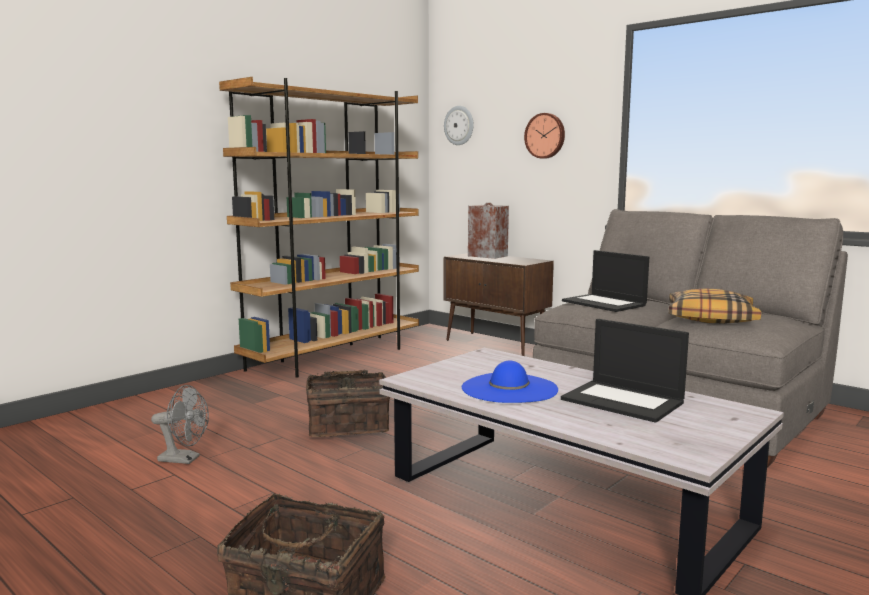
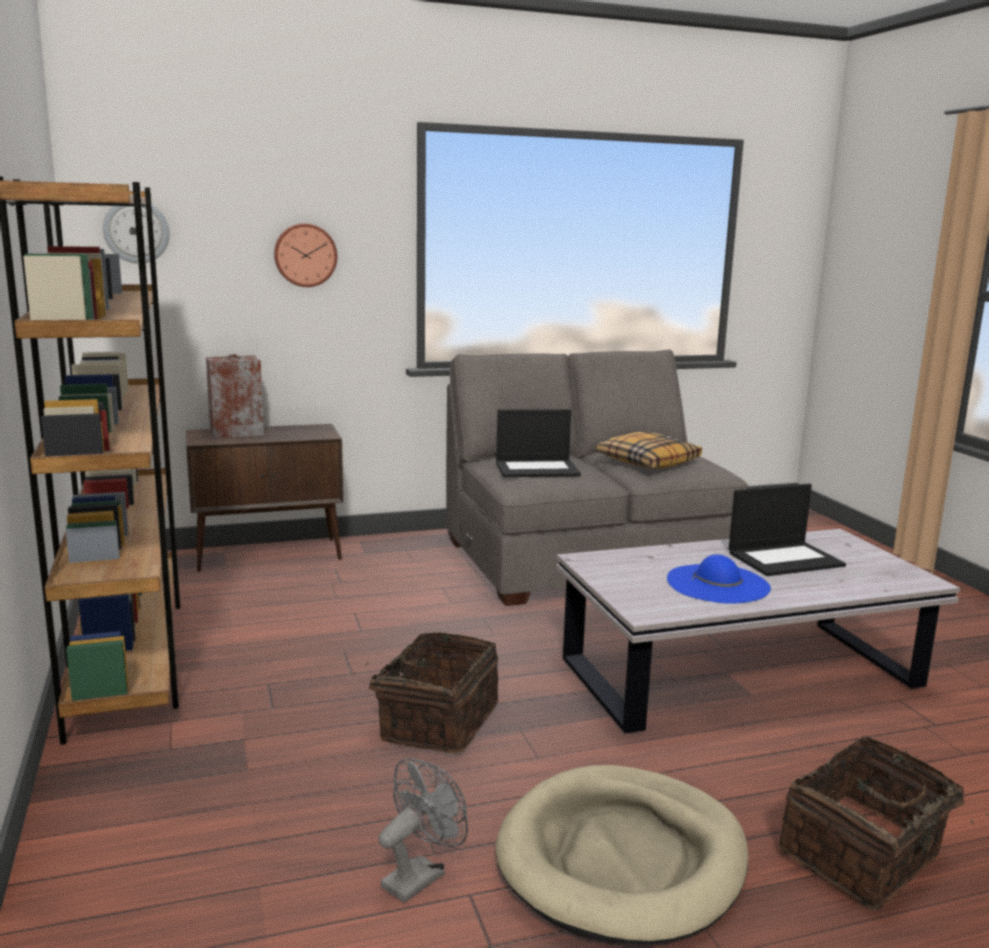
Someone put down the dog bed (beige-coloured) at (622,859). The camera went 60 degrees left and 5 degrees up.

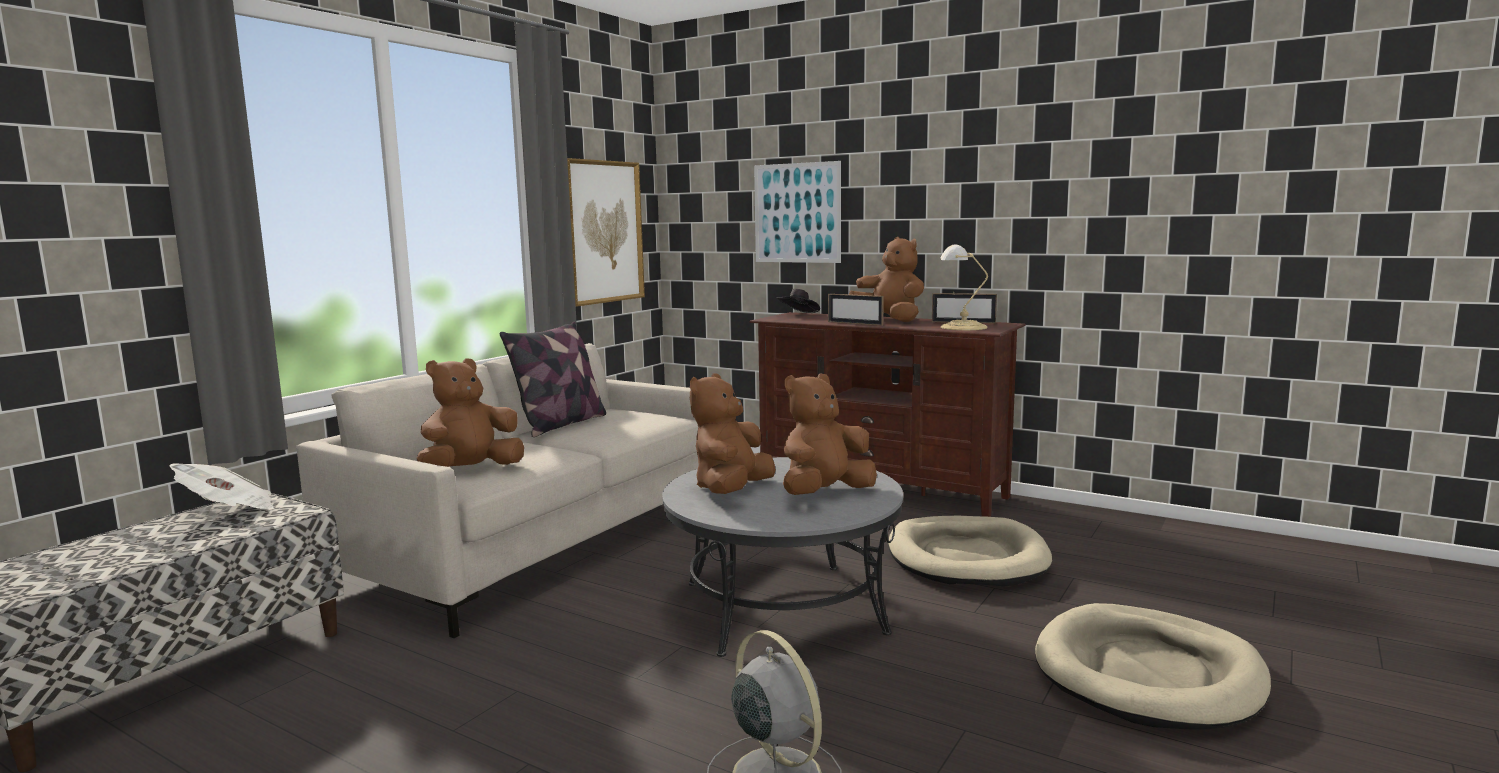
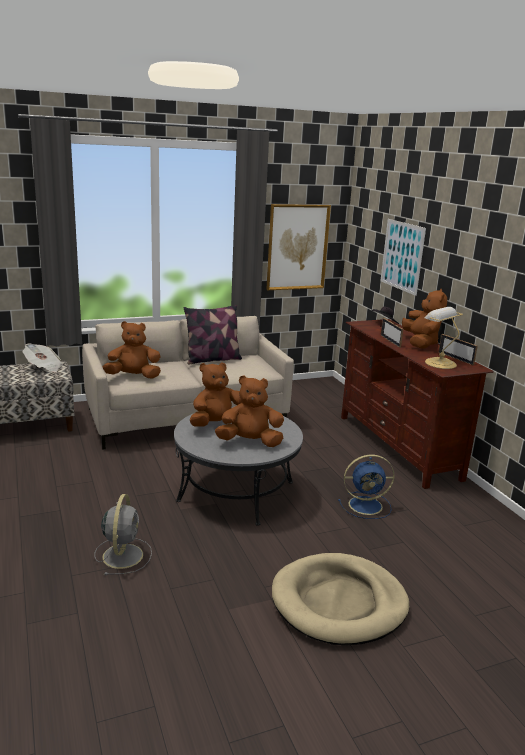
Someone swapped the dog bed (beige-coloured) at (966,557) for the cooling fan (blue-coloured) at (367,505). The camera went 35 degrees right and 10 degrees up.

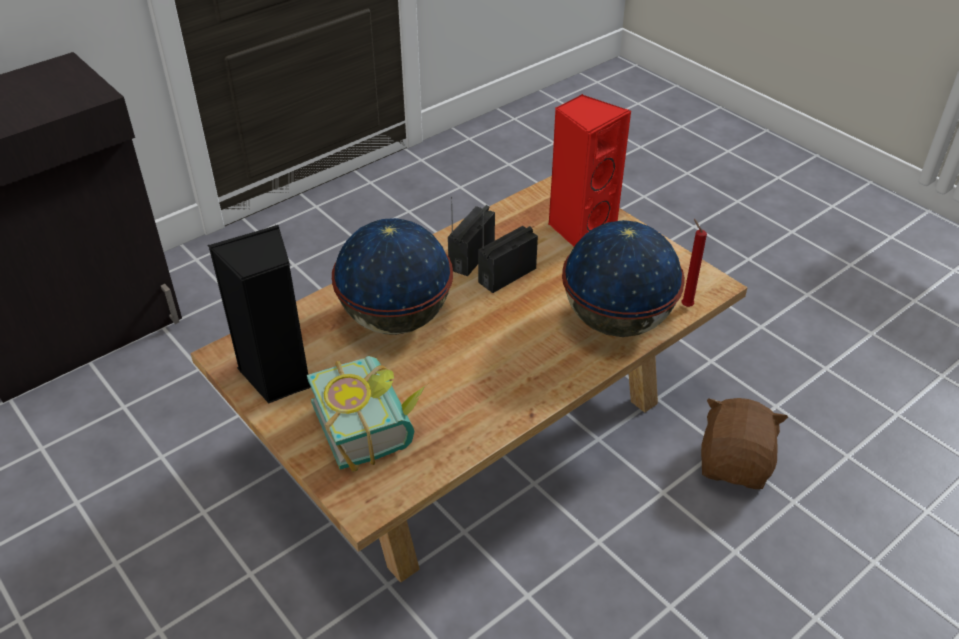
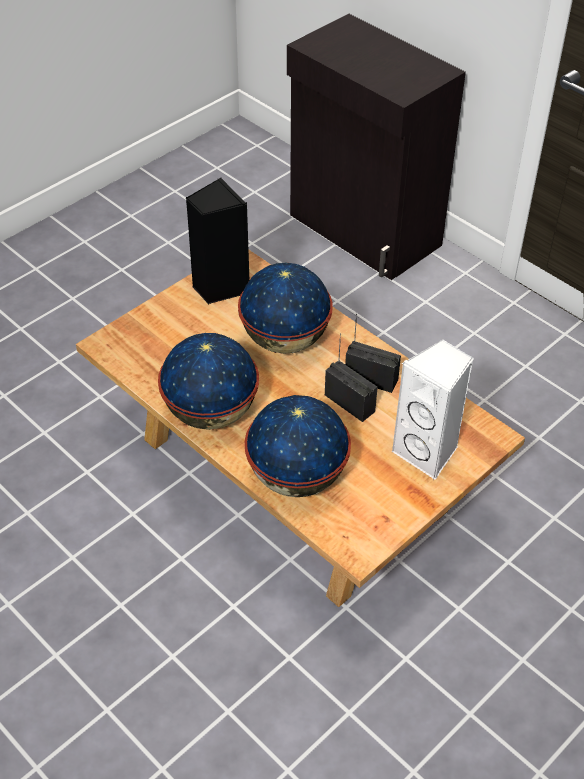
Someone repainted the audio speaker (red-coloured) at (580,228), which became the audio speaker (white-coloured) at (428,452). Someone took away the wax light (red-coloured) at (685,305). Someone took away the volume at (373,425). Someone took away the soft toy (brown) at (735,464). Someone put down the globe at (211,413). The camera went 85 degrees right and 5 degrees up.

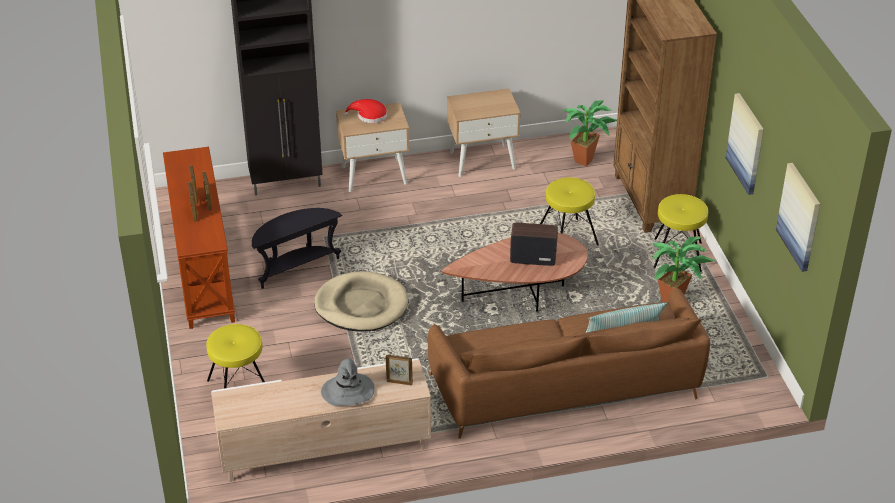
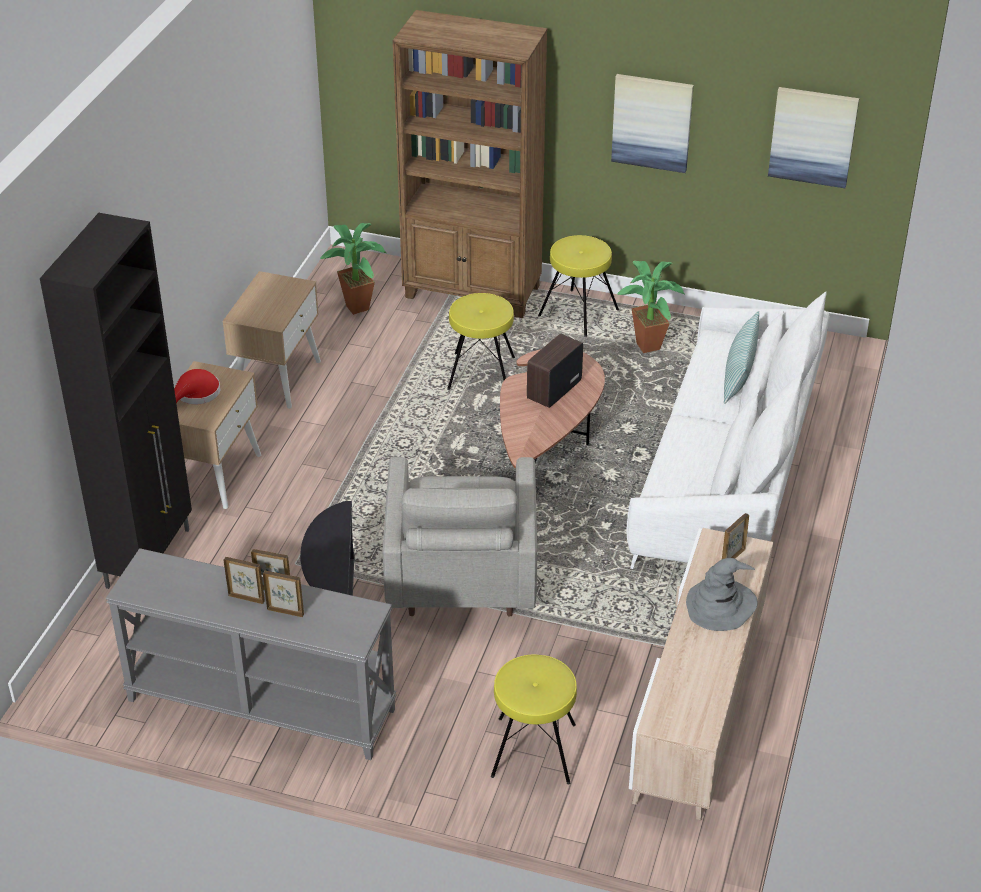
Someone repainted the narrow table (brown) at (202,271), which became the narrow table (grey) at (259,706). Someone swapped the dog bed (beige-coloured) at (361,305) for the easy chair (grey) at (460,579). Someone repainted the sofa (brown) at (567,387), which became the sofa (white-coloured) at (728,472). The camera went 60 degrees left and 0 degrees up.

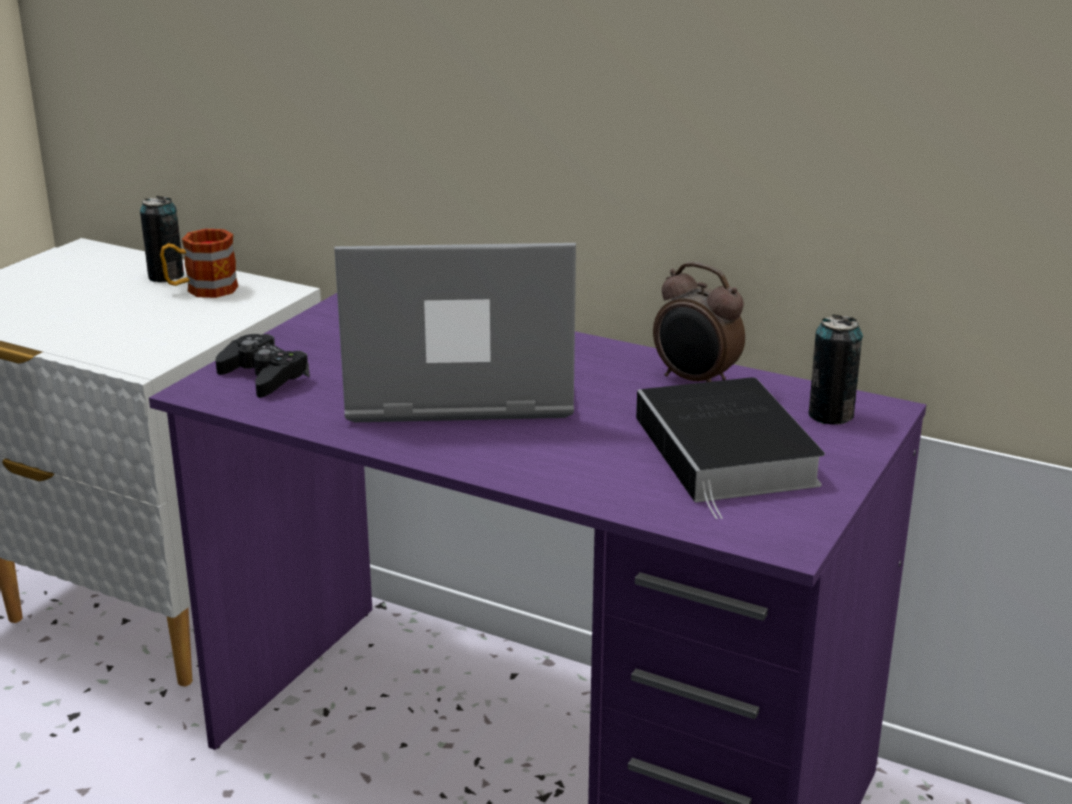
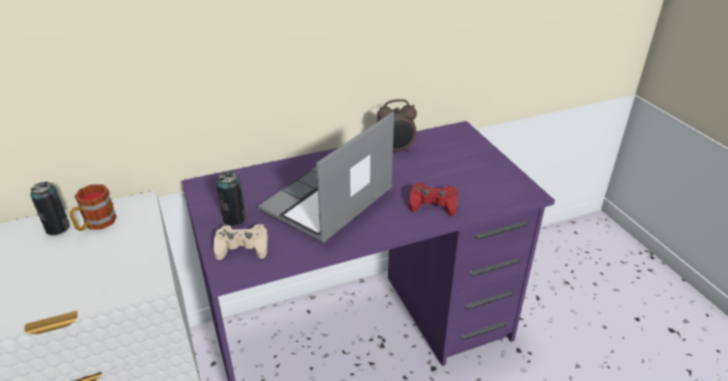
Someone carried the metal can from (830,415) to (234,218). Someone repainted the joypad (black) at (264,376), which became the joypad (beige-coloured) at (242,247). Someone took away the volume at (729,454). Someone put down the joypad (red-coloured) at (433,204). The camera went 50 degrees left and 10 degrees up.

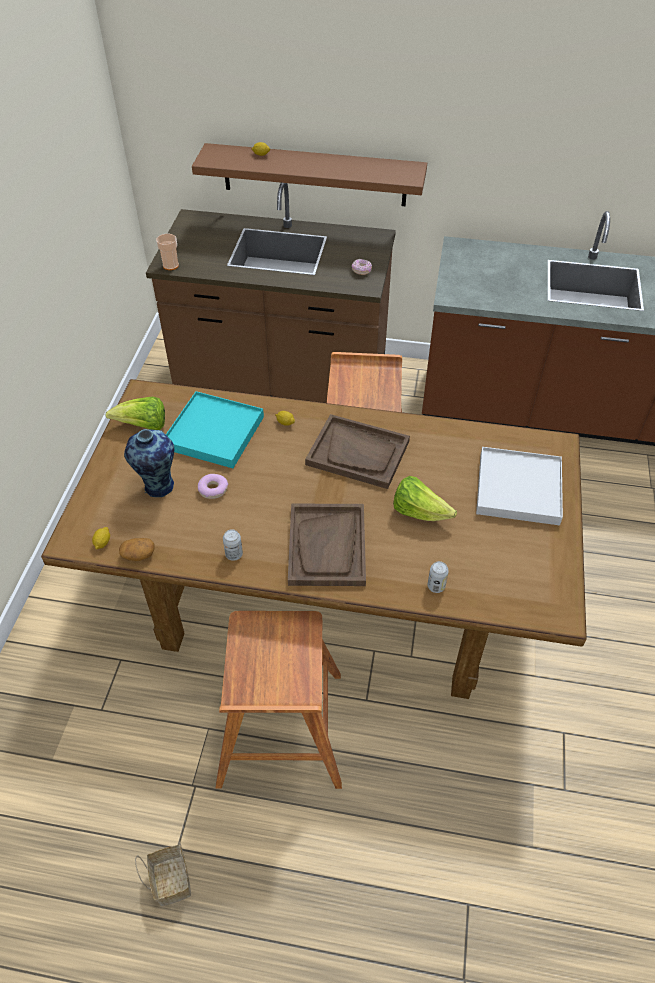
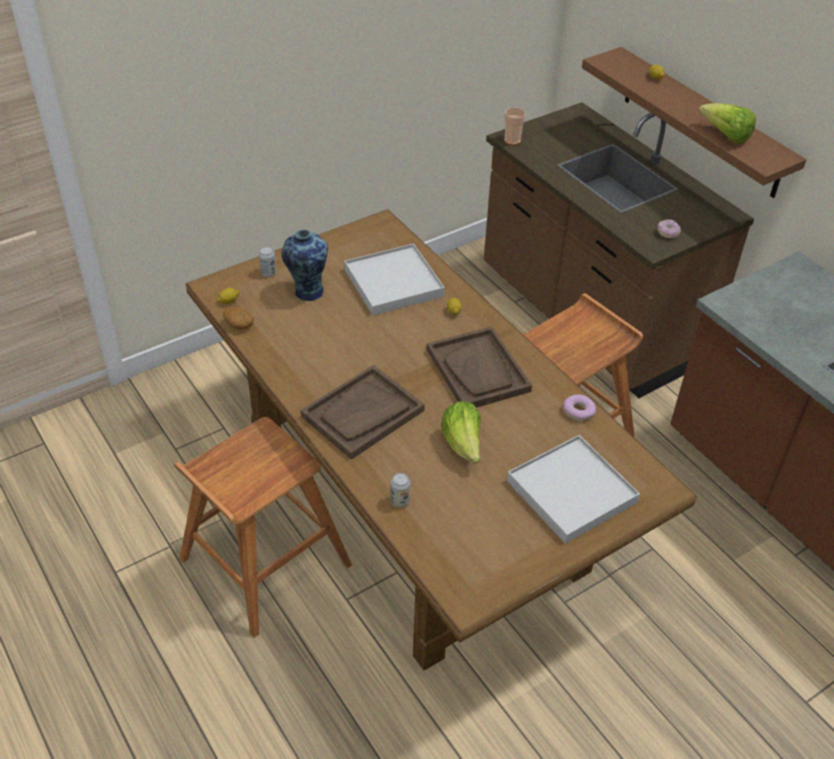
Someone repainted the tray (blue-green) at (214,432), which became the tray (white-coloured) at (393,283). Someone carried the lettuce head from (143,426) to (725,136). Someone carried the ring doughnut from (213,489) to (578,411). Someone carried the metal can from (234,554) to (268,273). Someone took away the storage basket at (170,879). The camera went 45 degrees right and 5 degrees down.

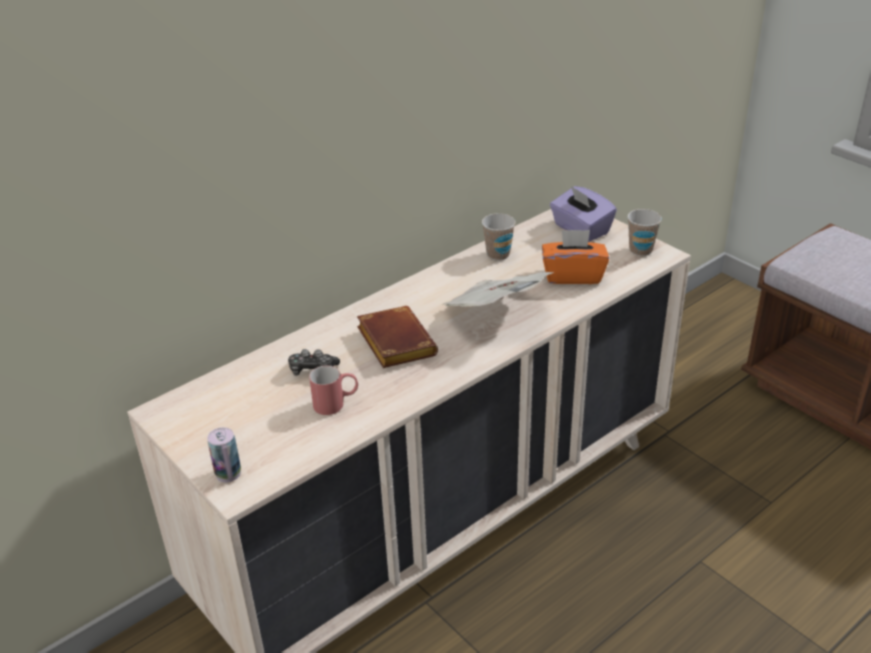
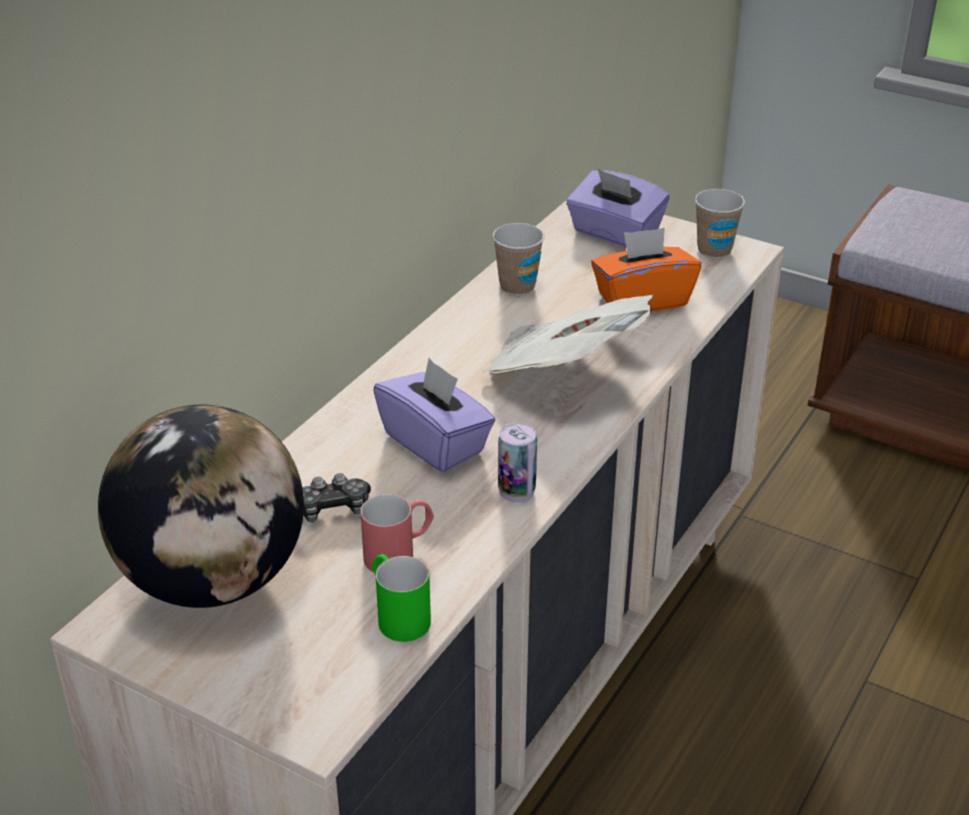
Someone swapped the volume (brown) at (393,342) for the tissue box (purplish) at (435,443). Someone carried the metal can from (228,473) to (516,491). Someone put down the globe at (213,580). Someone put down the tea mug (green-coloured) at (397,614). The camera went 20 degrees left and 0 degrees up.

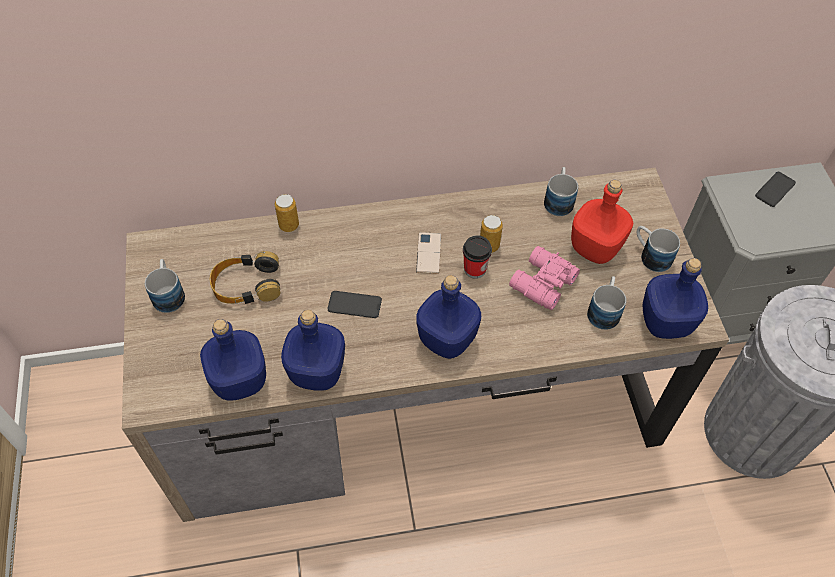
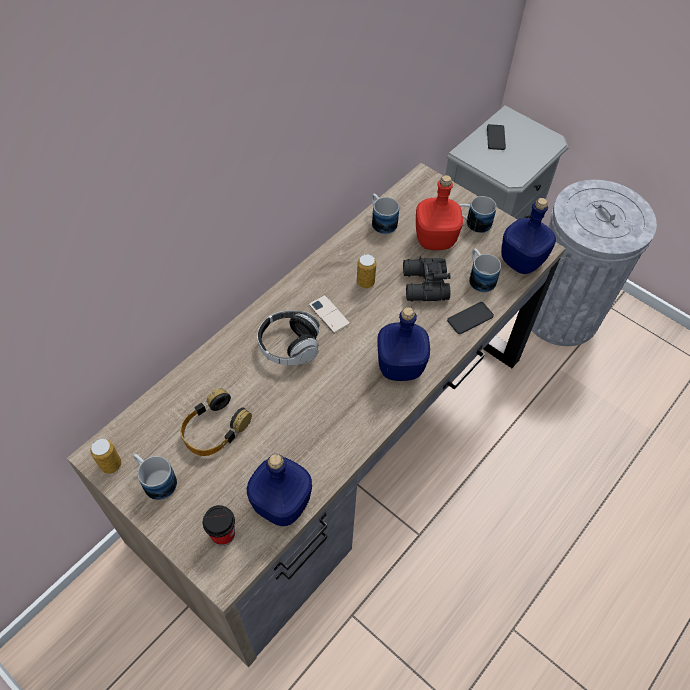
Someone carried the metal can from (289,225) to (111,464). Someone carried the small cup from (475,269) to (223,534). Someone repainted the pair of binoculars (pink-coloured) at (541,283), which became the pair of binoculars (black) at (423,286). Someone carried the telephone from (354,305) to (470,318). Someone took away the bottle (blue-coloured) at (317,373). Someone put down the headphones at (289,346). The camera went 40 degrees left and 0 degrees up.

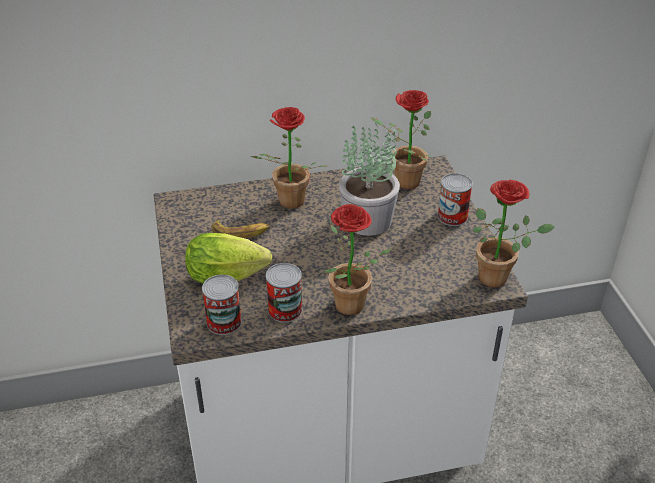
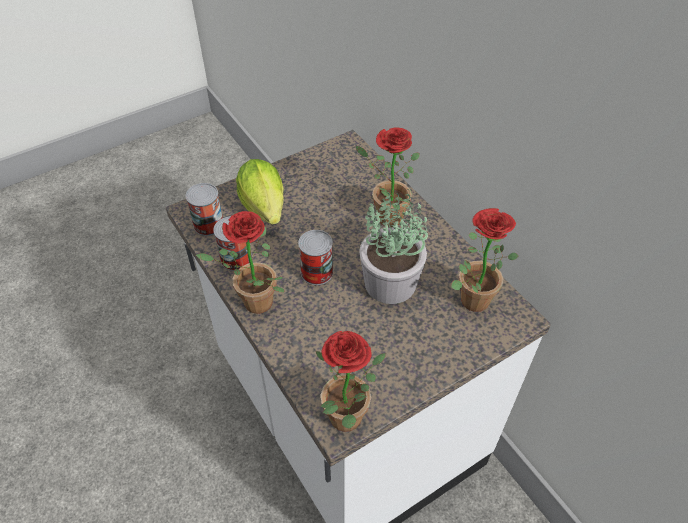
Someone carried the metal can from (452,216) to (317,272). Someone took away the banana at (241,232). The camera went 70 degrees right and 10 degrees up.

